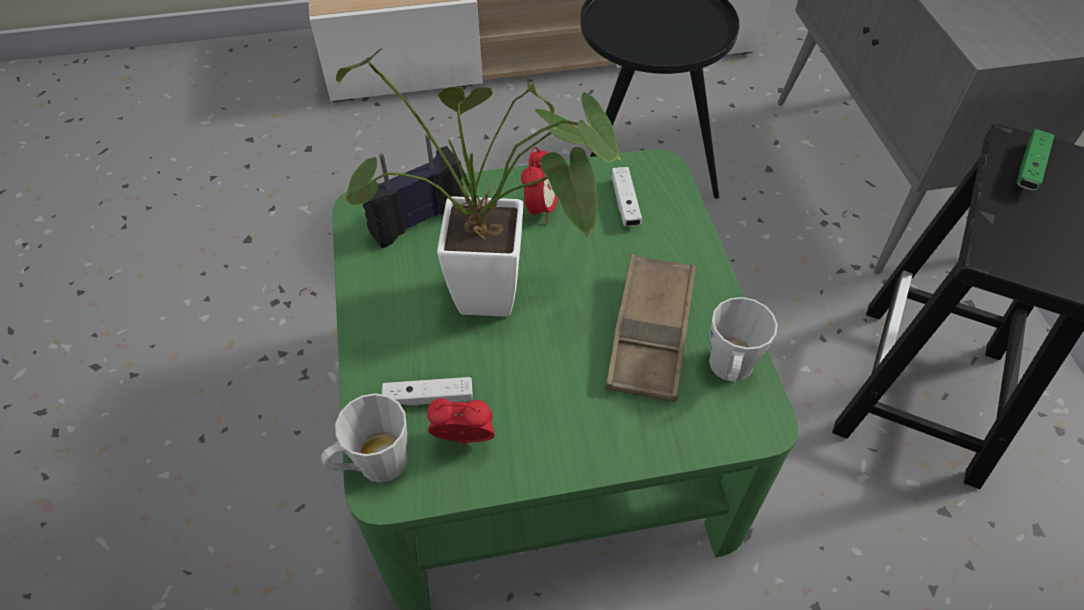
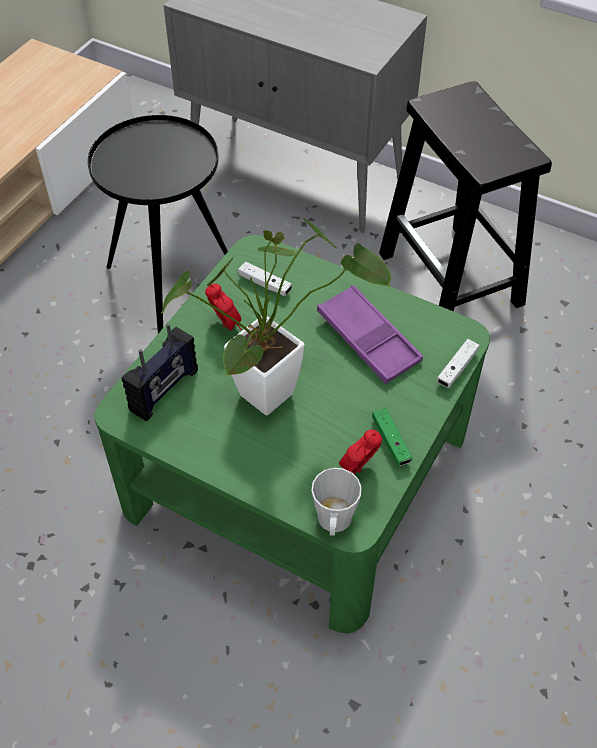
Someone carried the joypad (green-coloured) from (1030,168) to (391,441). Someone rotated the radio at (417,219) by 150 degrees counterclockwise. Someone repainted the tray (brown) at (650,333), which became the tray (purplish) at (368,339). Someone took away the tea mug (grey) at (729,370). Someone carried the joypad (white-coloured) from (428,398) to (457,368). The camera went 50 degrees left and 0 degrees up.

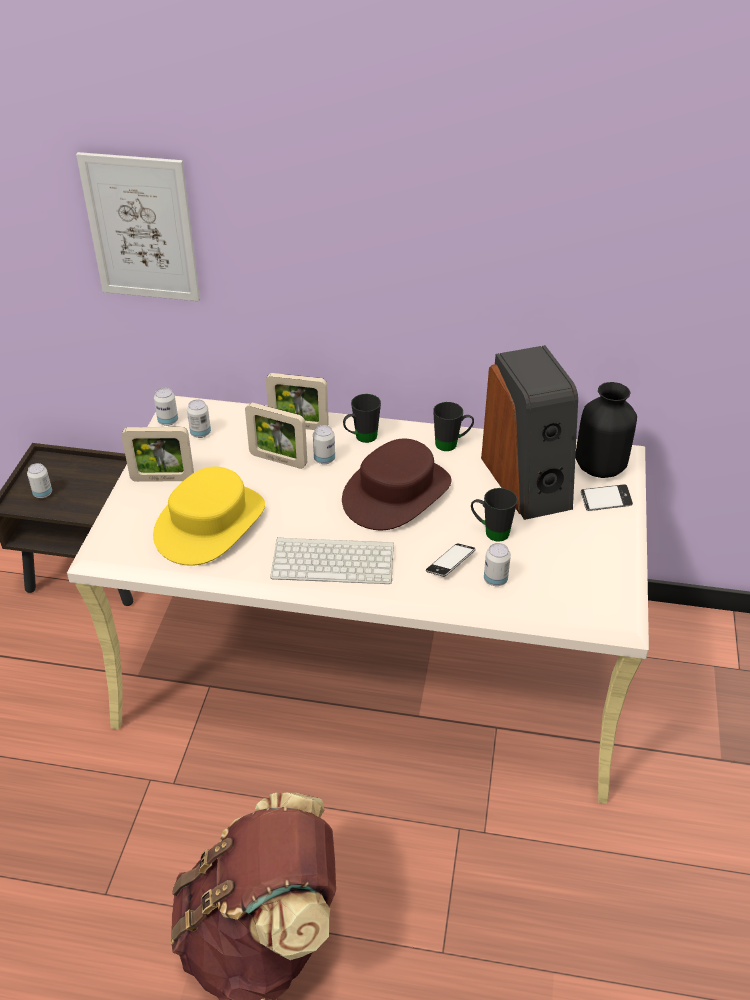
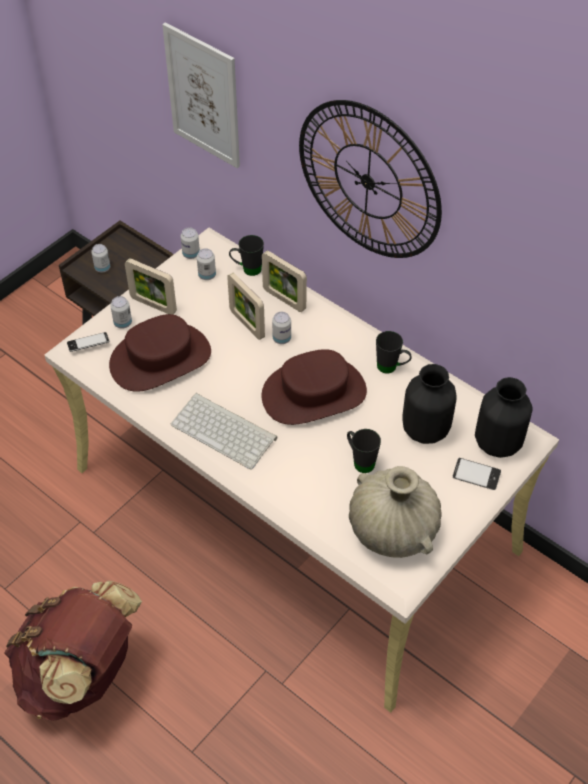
Someone swapped the audio speaker at (528,481) for the flower vase (black) at (426,429). Someone carried the tea mug (black) from (361,438) to (247,269). Someone repainted the hat (yellowish) at (210,523), which became the hat (brown) at (160,358). Someone carried the telephone from (450,563) to (88,344). Someone carried the metal can from (495,579) to (123,323). Someone put up the hanging clock at (368,181). Someone put down the flower vase (beige-coloured) at (393,529). The camera went 30 degrees right and 10 degrees up.

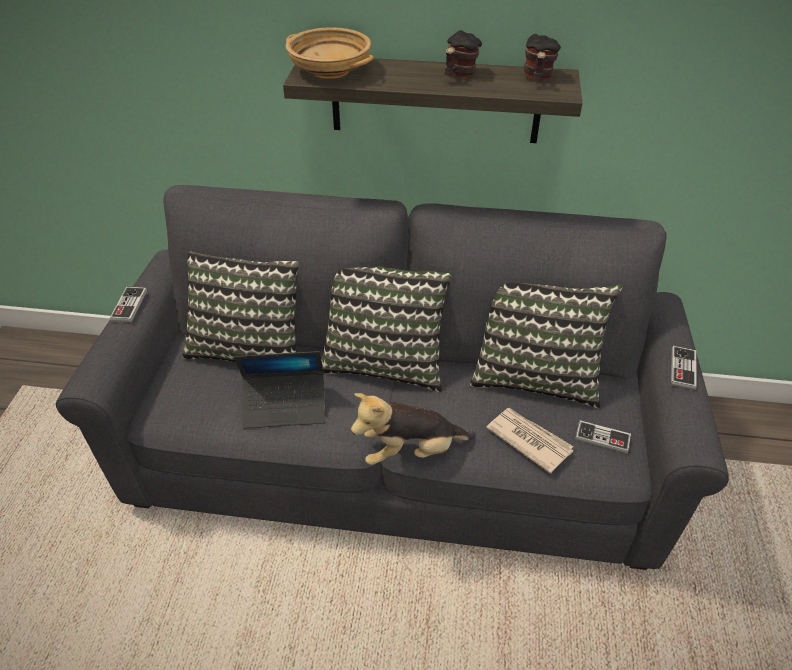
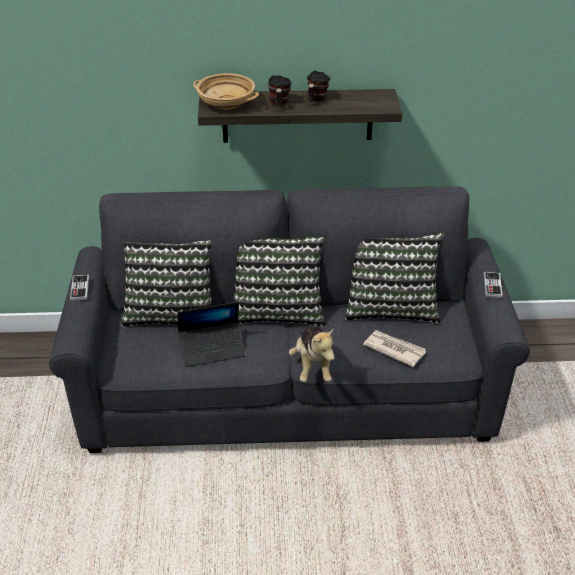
Someone carried the tea mug from (537,79) to (279,104). Someone rotated the soft toy at (411,451) by 75 degrees counterclockwise. Someone took away the joypad at (602,438). The camera went 10 degrees left and 5 degrees down.

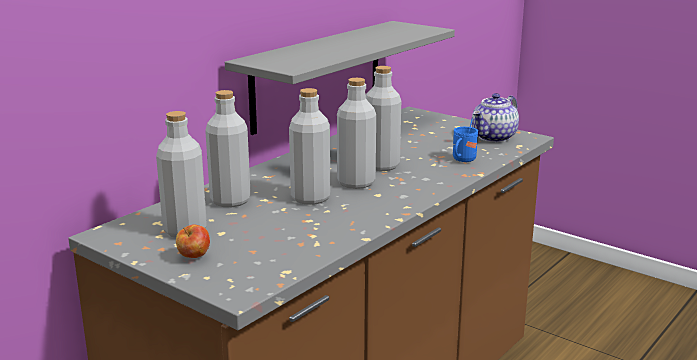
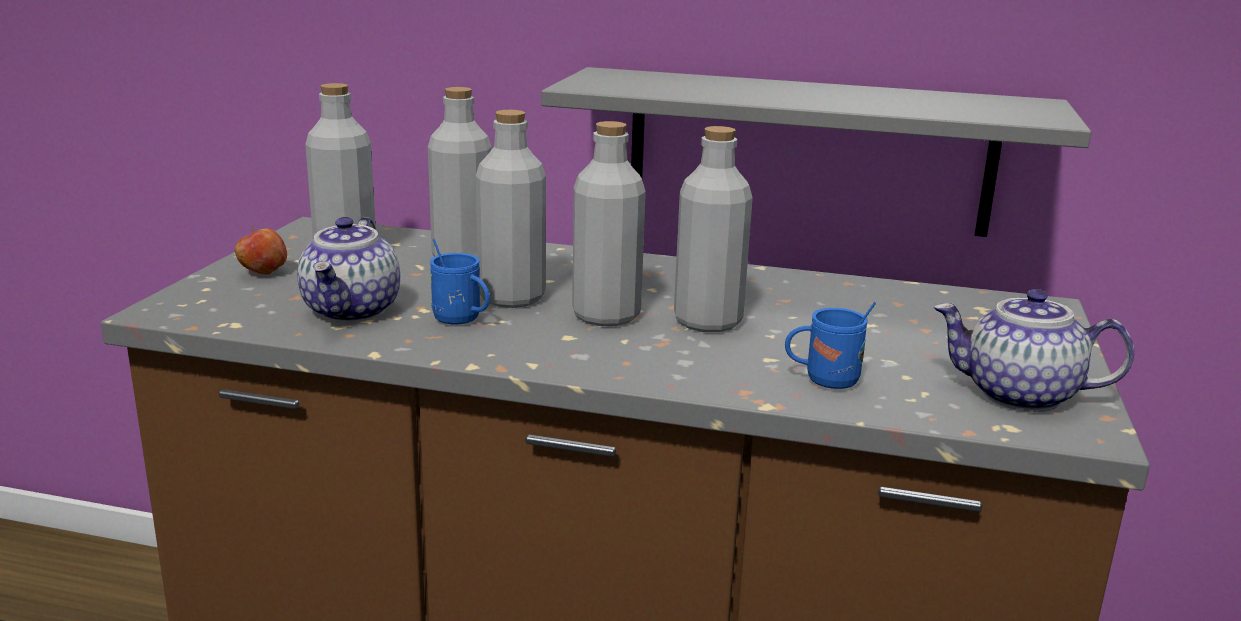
Someone put down the pot for tea at (353,311). Someone put down the tea mug (blue-coloured) at (462,321). The camera went 65 degrees right and 0 degrees up.

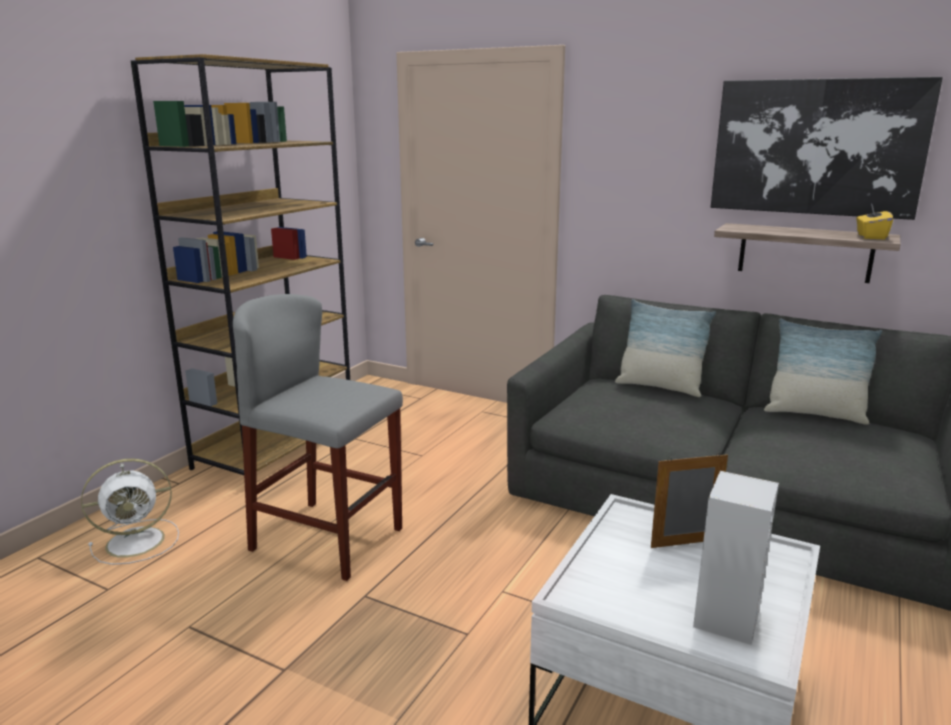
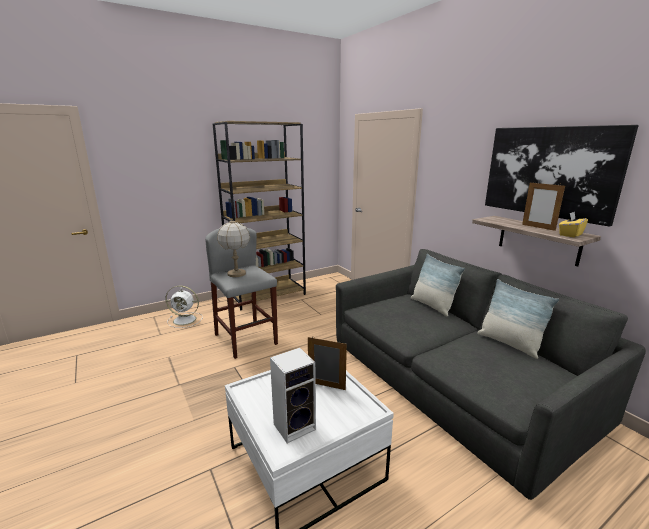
Someone put down the standing frame at (538,227). Someone put down the table lamp at (236,274). The camera went 30 degrees right and 0 degrees up.

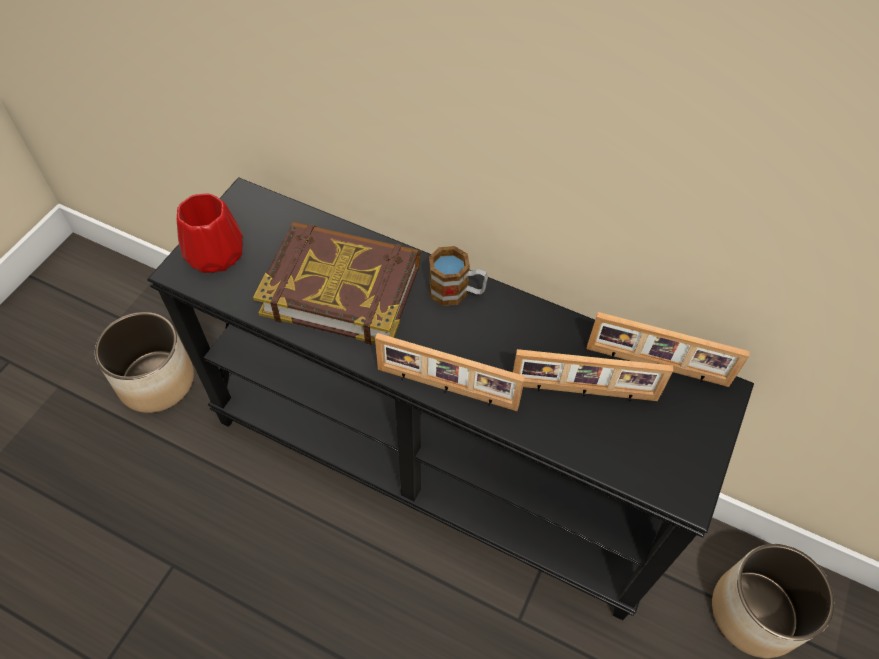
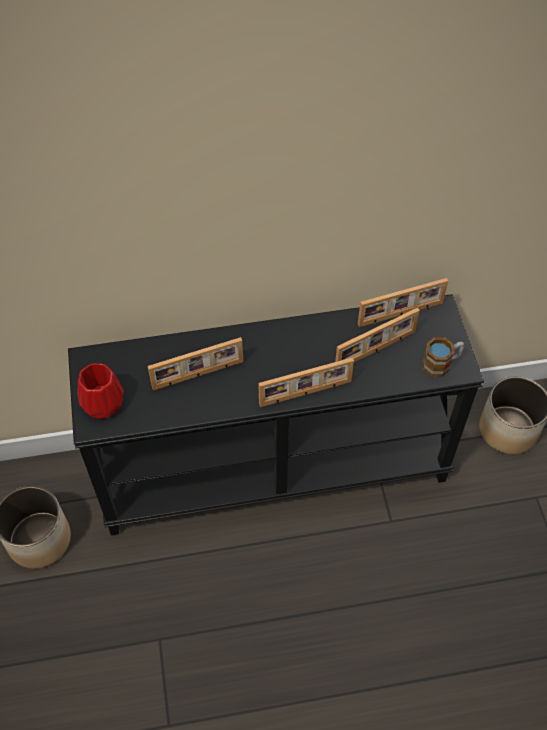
Someone swapped the volume at (342,288) for the standing frame at (198,375). Someone carried the tea mug from (456,292) to (441,364). The camera went 35 degrees left and 0 degrees up.

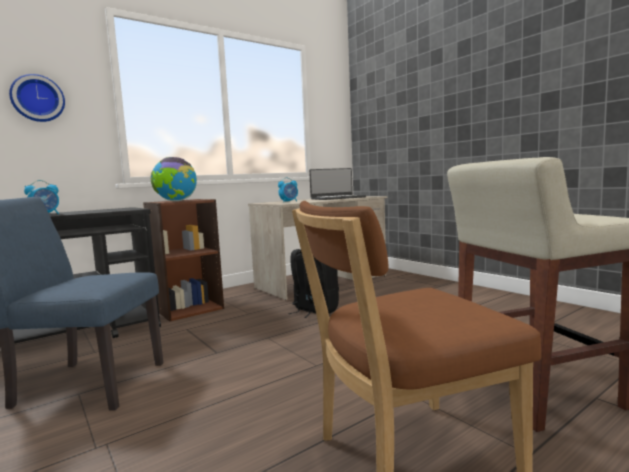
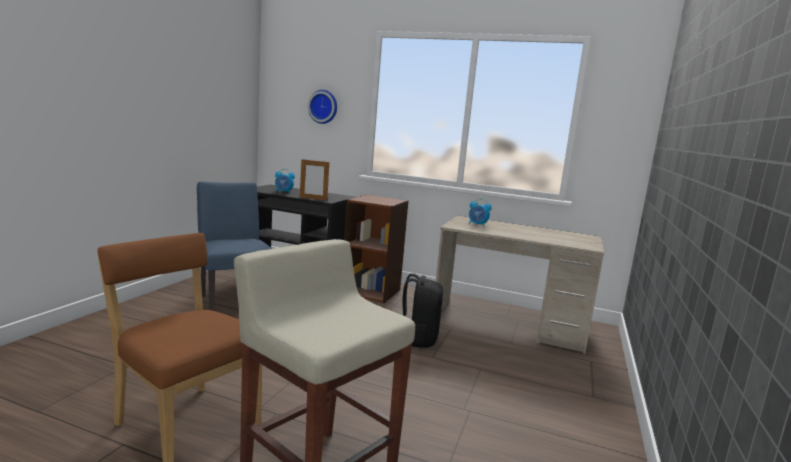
Someone took away the globe at (176,201). Someone took away the portable computer at (337,198). Someone put down the standing frame at (313,199). The camera went 55 degrees right and 5 degrees up.

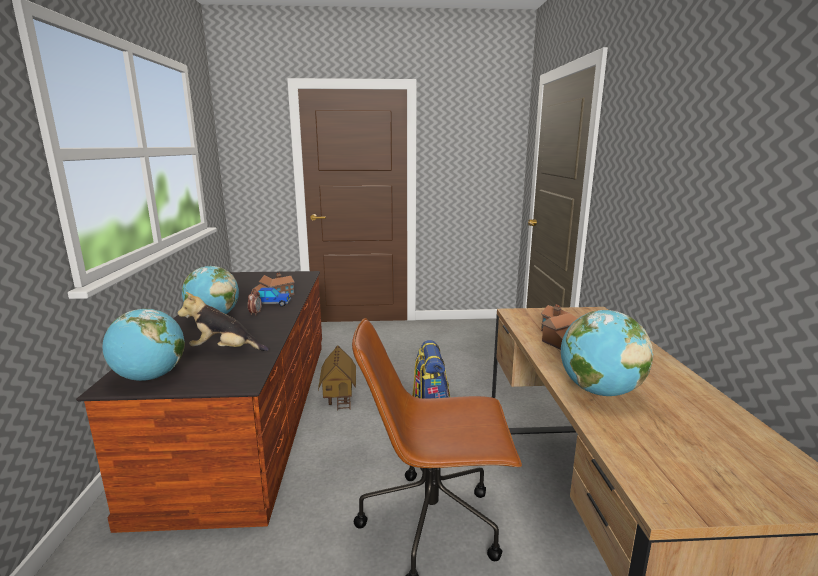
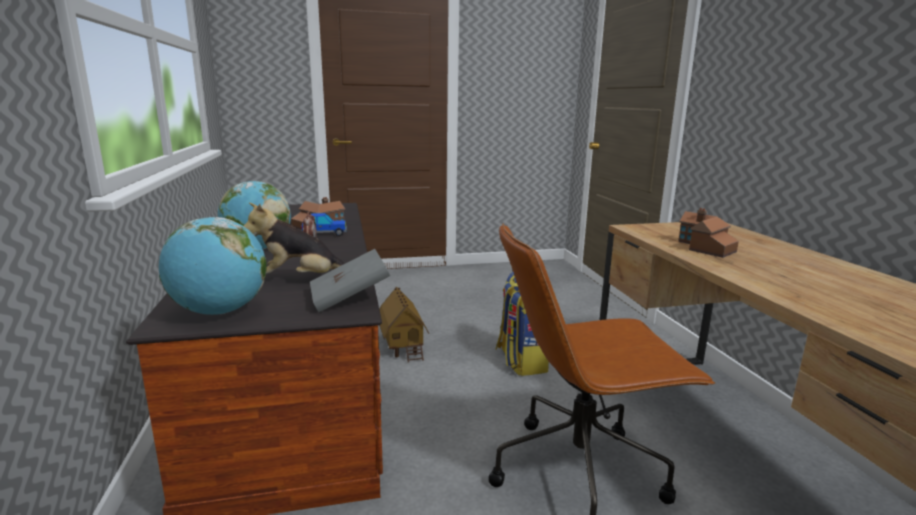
Someone took away the globe at (599,391). Someone put down the volume (grey) at (349,298). The camera went 10 degrees left and 0 degrees up.

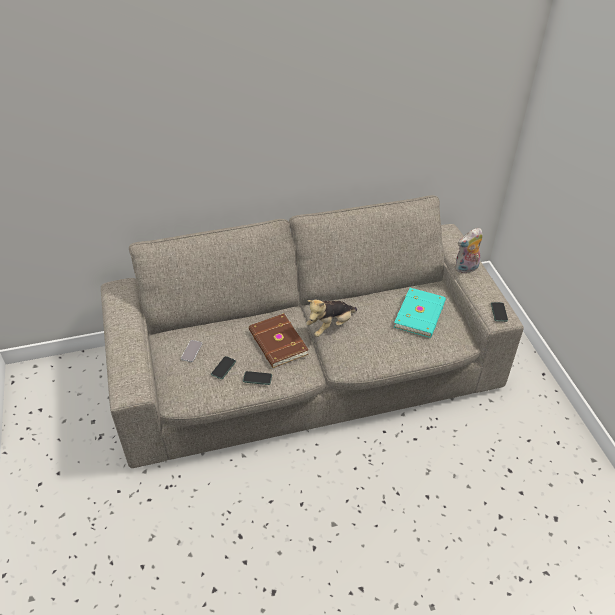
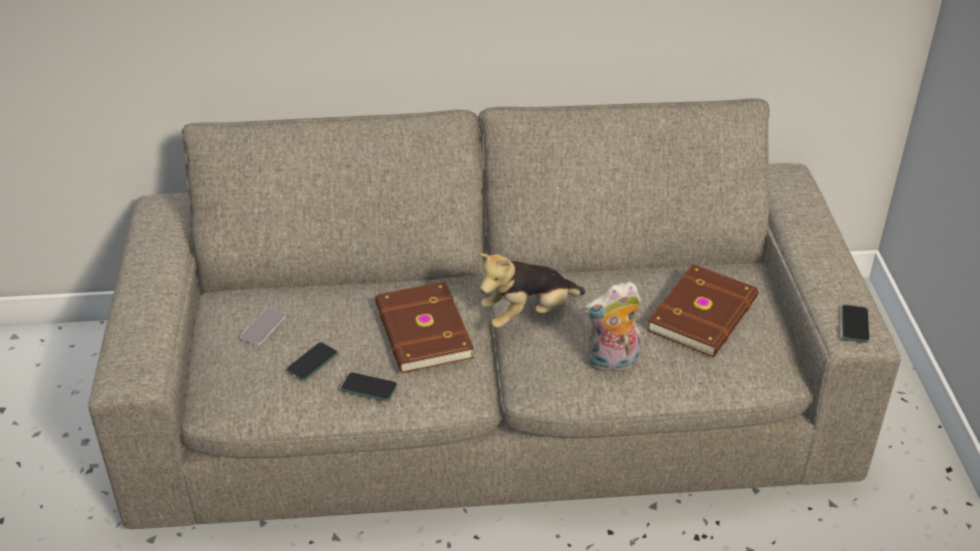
Someone carried the soft toy from (466,269) to (612,363). Someone repainted the volume (blue-green) at (421,314), which became the volume (brown) at (705,315). The camera went 10 degrees right and 5 degrees down.

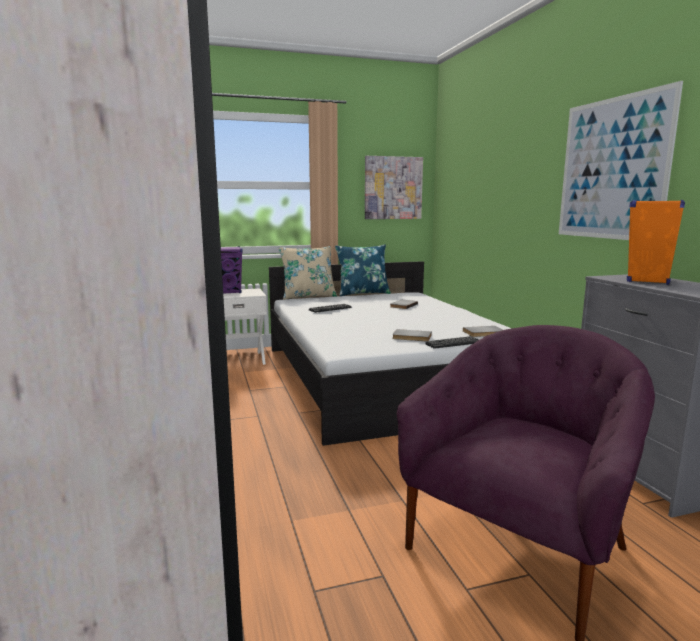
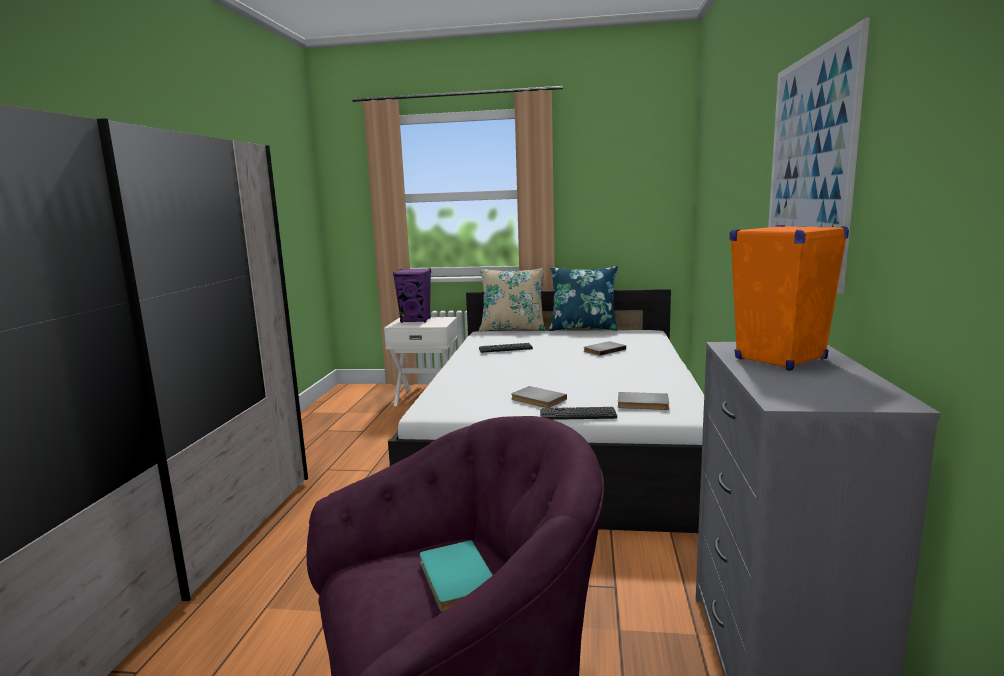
Someone took away the wall picture at (393,188). Someone put down the volume (blue-green) at (454,579). The camera went 25 degrees right and 0 degrees up.

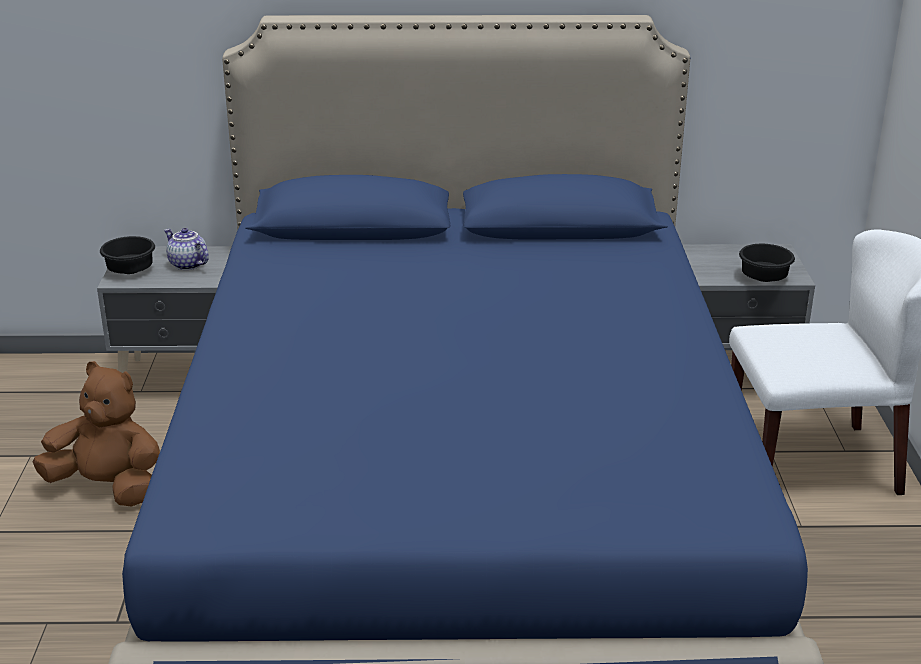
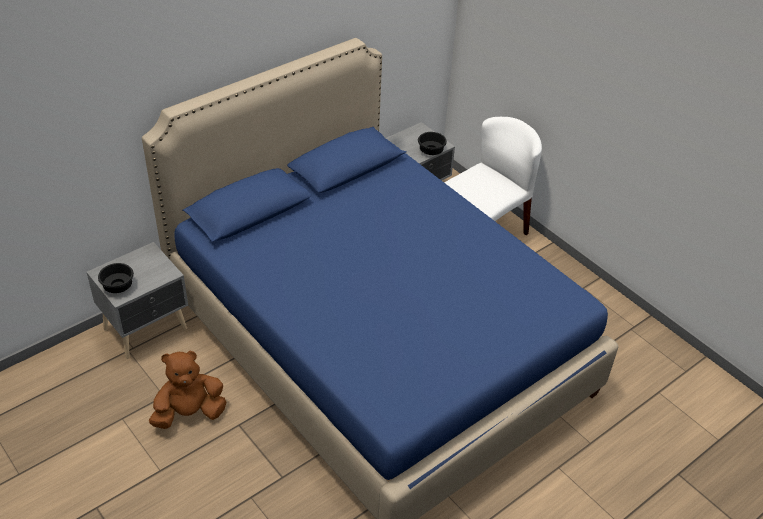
Someone took away the pot for tea at (187,265). The camera went 40 degrees left and 15 degrees up.

